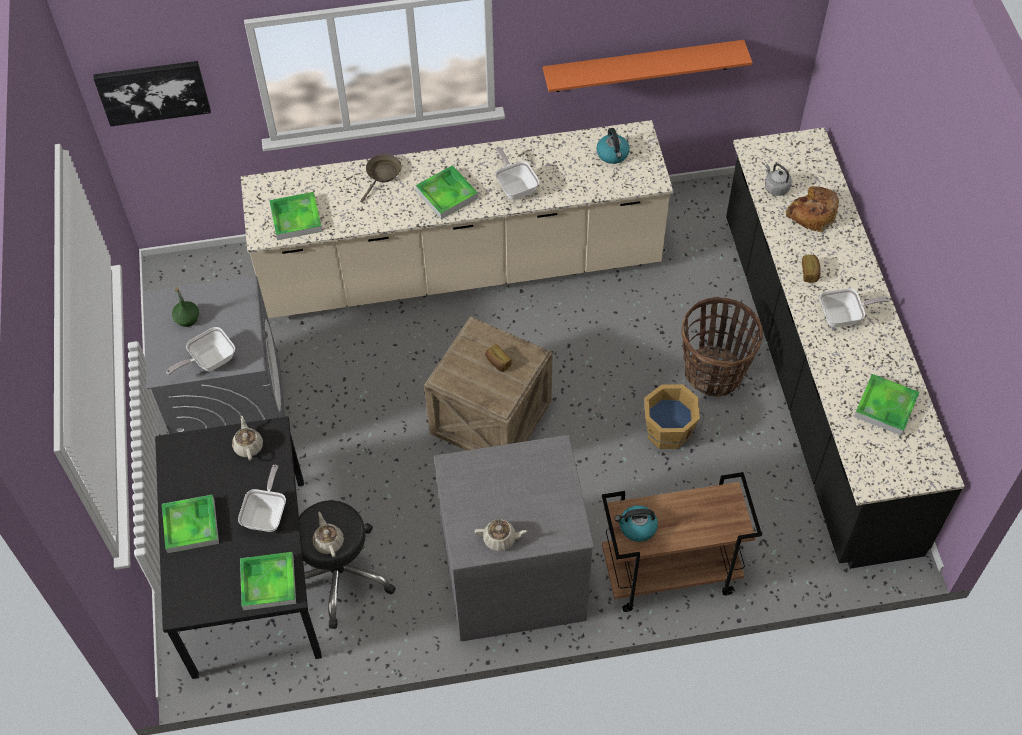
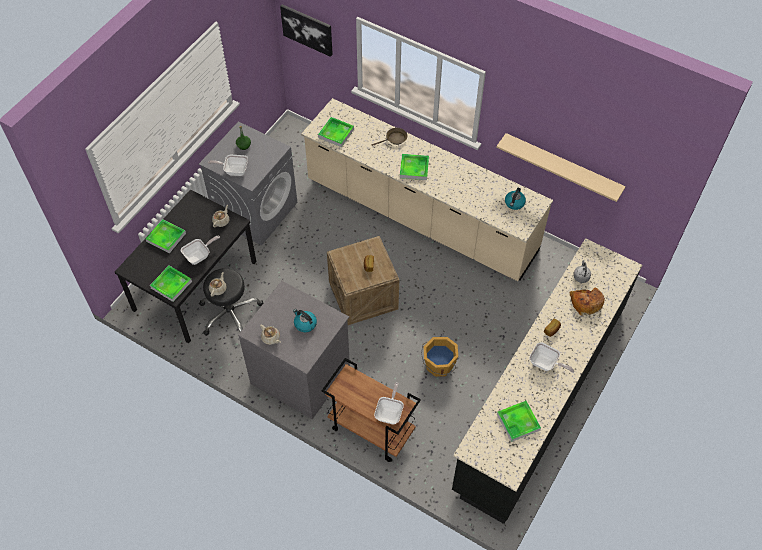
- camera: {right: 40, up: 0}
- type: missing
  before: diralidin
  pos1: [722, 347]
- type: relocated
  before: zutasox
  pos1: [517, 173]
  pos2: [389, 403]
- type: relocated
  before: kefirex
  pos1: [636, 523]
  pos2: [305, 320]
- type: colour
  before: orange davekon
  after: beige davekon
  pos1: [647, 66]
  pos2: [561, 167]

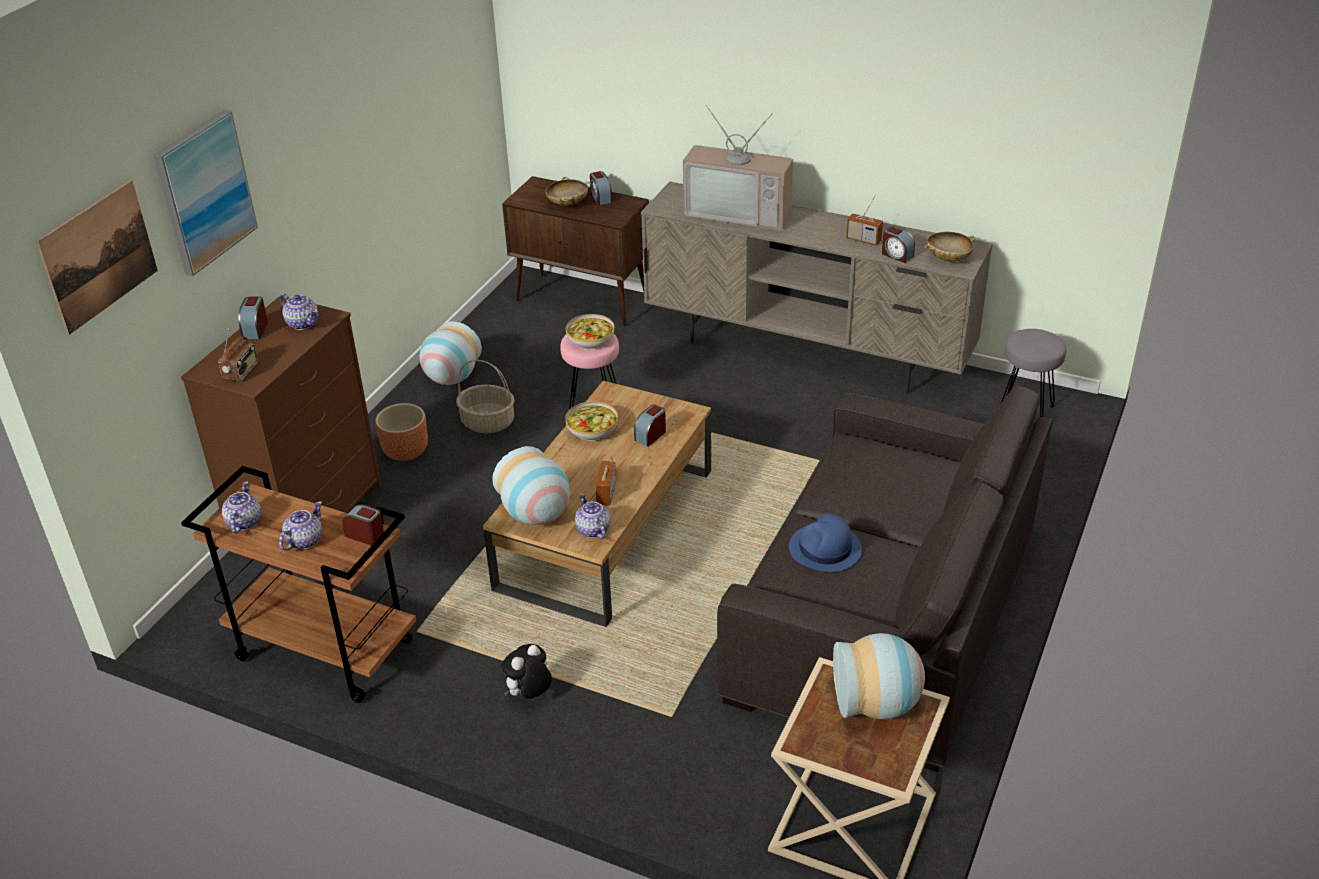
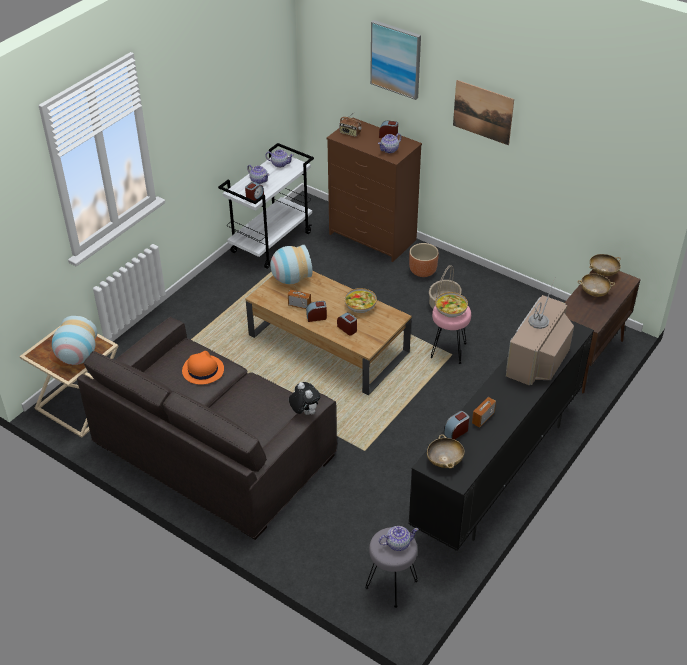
- camera: {right: 100, up: 5}
- type: missing
  before: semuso
  pos1: [450, 353]
- type: appeared
  after: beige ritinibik
  pos2: [605, 265]
- type: relocated
  before: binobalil
  pos1: [97, 257]
  pos2: [483, 112]
- type: relocated
  before: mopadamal
  pos1: [526, 671]
  pos2: [304, 398]
- type: relocated
  before: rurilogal
  pos1: [592, 516]
  pos2: [399, 538]
- type: relocated
  before: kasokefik
  pos1: [601, 188]
  pos2: [316, 311]
- type: colour
  before: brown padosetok
  after: white padosetok
  pos1: [298, 584]
  pos2: [266, 206]
- type: colour
  before: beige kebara
  after: black kebara
  pos1: [817, 287]
  pos2: [501, 435]
- type: colour
  before: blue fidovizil
  after: orange fidovizil
  pos1: [825, 542]
  pos2: [203, 368]

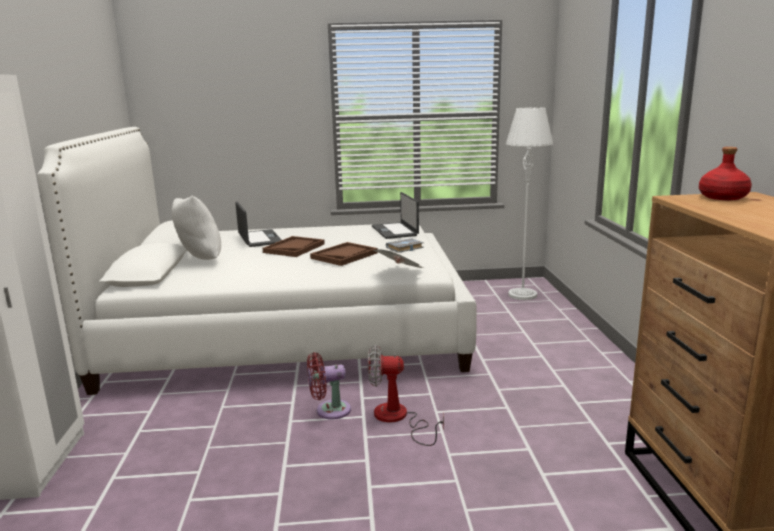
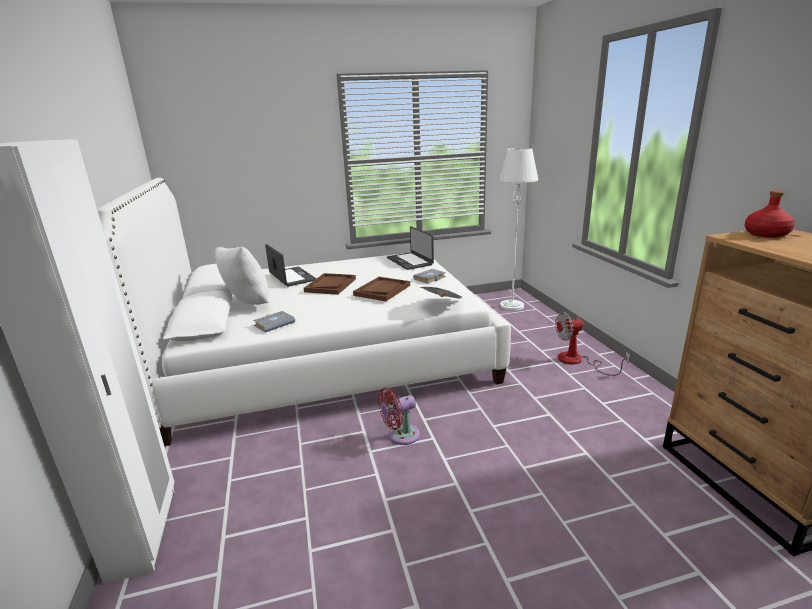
- camera: {right: -10, up: 5}
- type: appeared
  after: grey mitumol
  pos2: [274, 321]
- type: relocated
  before: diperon
  pos1: [406, 395]
  pos2: [592, 344]

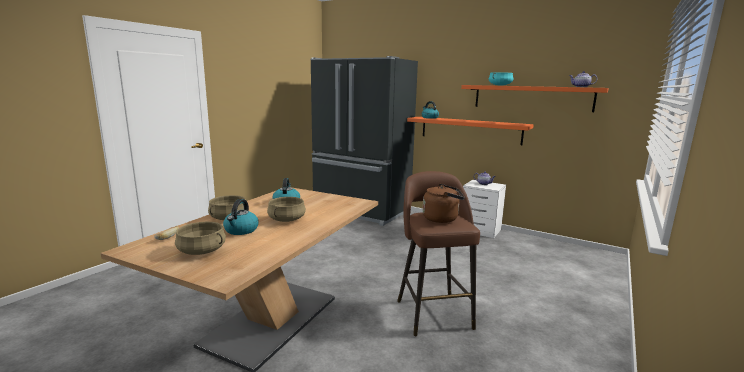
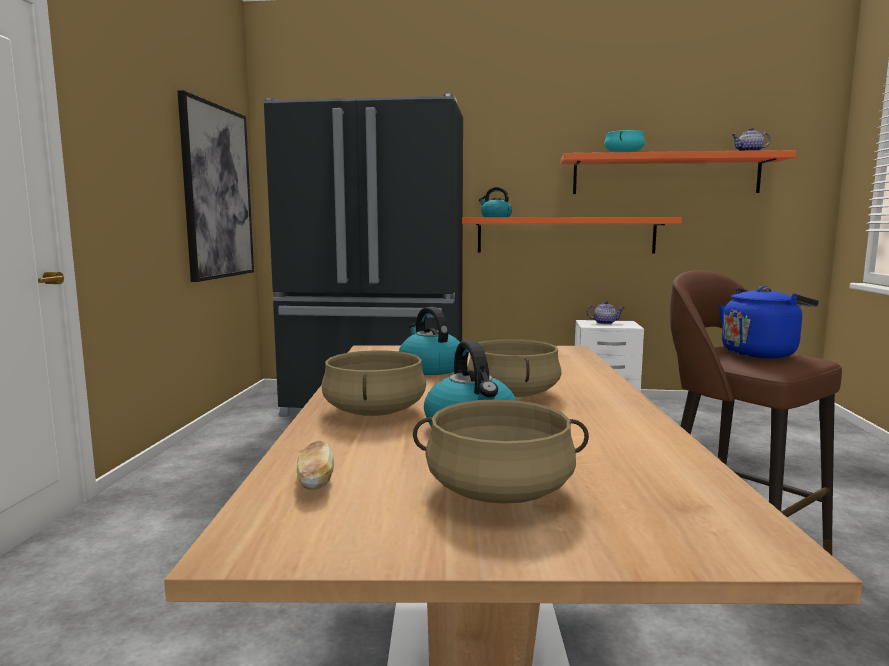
- camera: {right: -25, up: -5}
- type: appeared
  after: binobalil
  pos2: [216, 186]
- type: colour
  before: brown kefirex
  after: blue kefirex
  pos1: [444, 203]
  pos2: [769, 322]

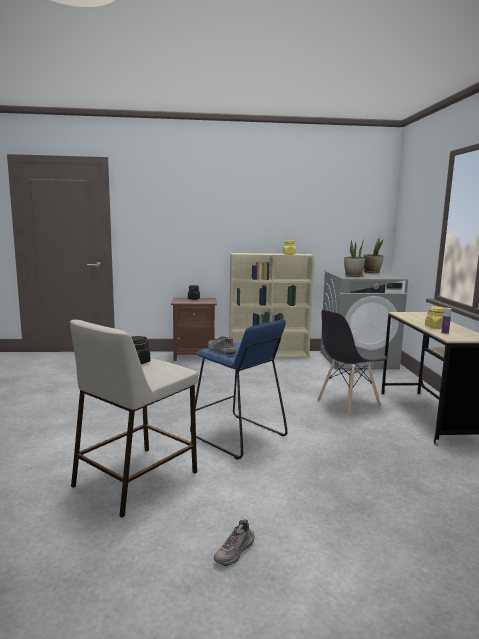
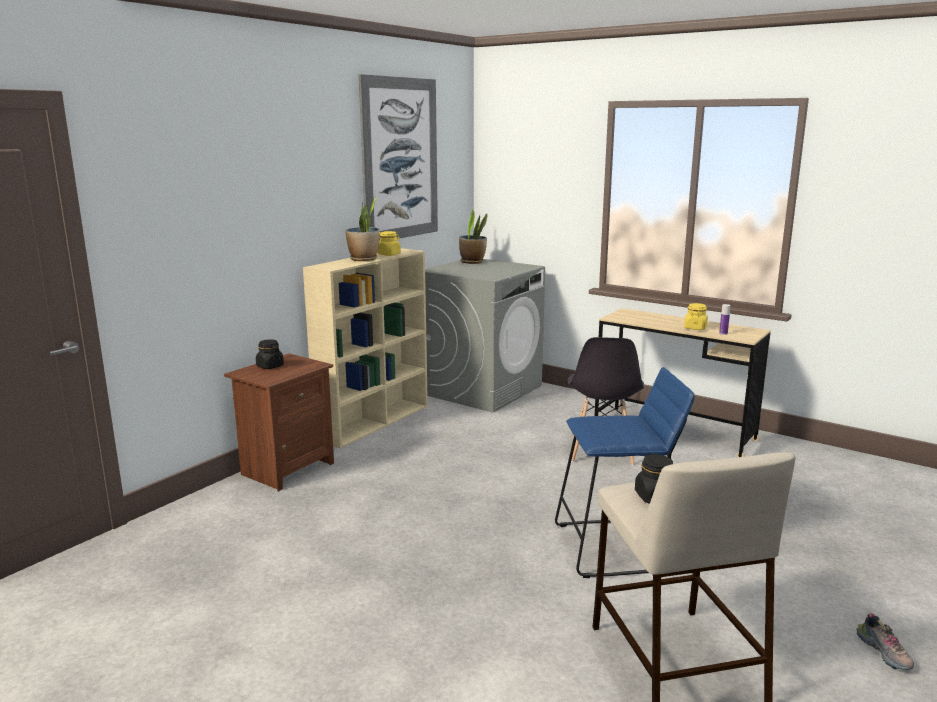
- camera: {right: -50, up: 5}
- type: missing
  before: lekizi
  pos1: [222, 345]
- type: appeared
  after: binobalil
  pos2: [398, 156]
- type: relocated
  before: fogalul
  pos1: [354, 257]
  pos2: [362, 228]

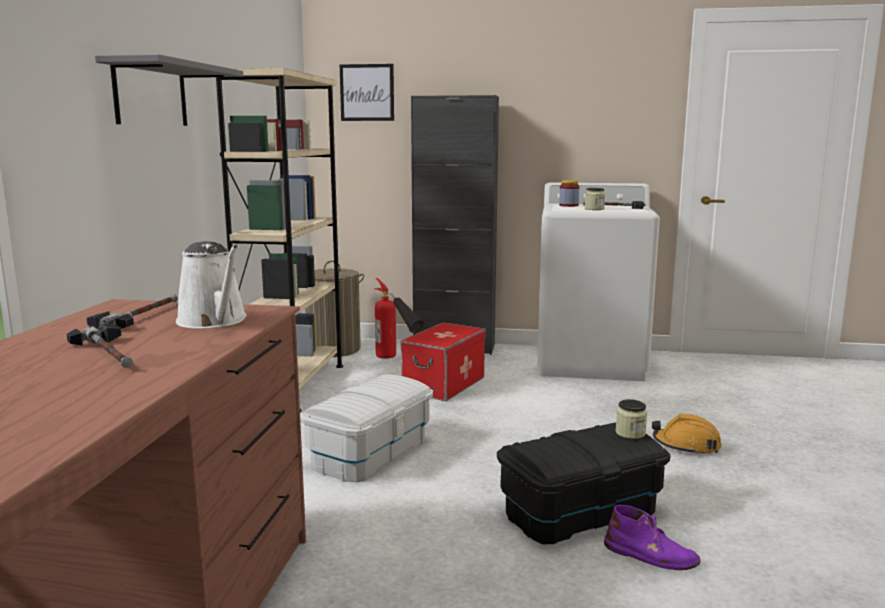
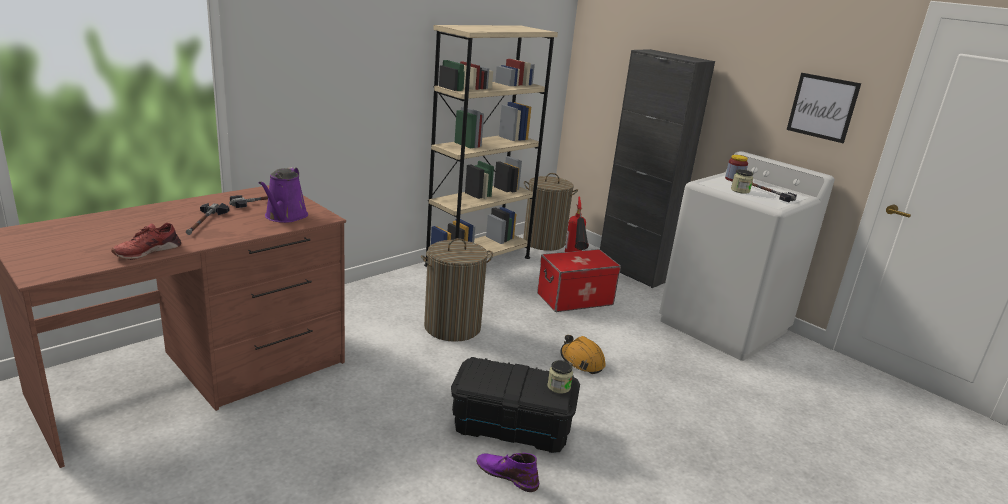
- camera: {right: 35, up: 10}
- type: missing
  before: grey davekon
  pos1: [169, 90]
- type: appeared
  after: red lekizi
  pos2: [146, 241]
- type: relocated
  before: binobalil
  pos1: [367, 92]
  pos2: [824, 108]
- type: relocated
  before: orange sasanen
  pos1: [686, 434]
  pos2: [583, 354]
- type: exchanged
  before: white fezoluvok
  after: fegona
  pos1: [366, 428]
  pos2: [457, 290]
- type: colour
  before: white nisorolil
  after: purple nisorolil
  pos1: [211, 285]
  pos2: [283, 195]
- type: spun
  before: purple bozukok
  pos1: [652, 537]
  pos2: [507, 472]
  turn: 150

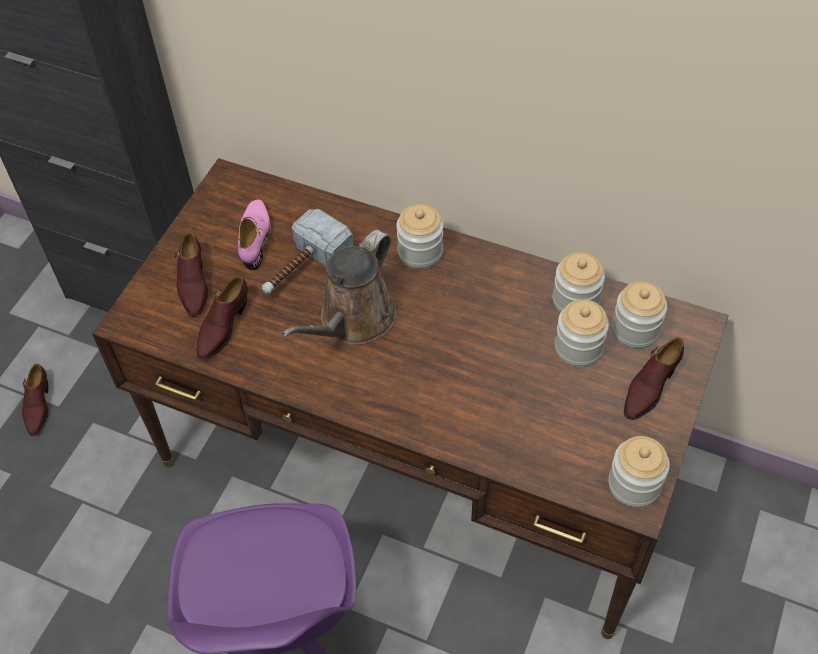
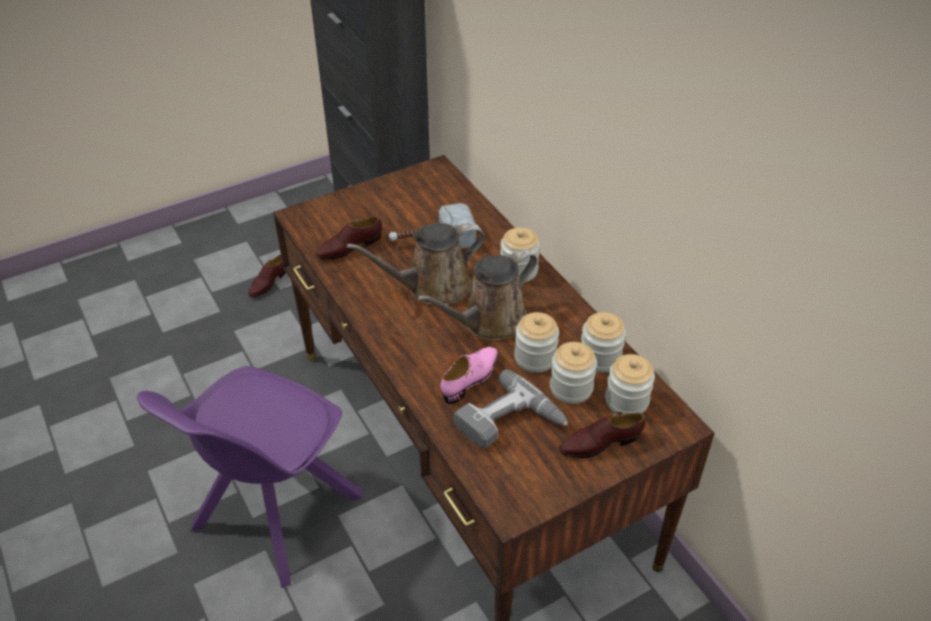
- camera: {right: 35, up: -10}
- type: missing
  before: brown lekizi
  pos1: [191, 274]
- type: appeared
  after: brown nisorolil
  pos2: [477, 294]
- type: appeared
  after: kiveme
  pos2: [511, 408]
- type: relocated
  before: pink lekizi
  pos1: [254, 235]
  pos2: [469, 375]
- type: relocated
  before: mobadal
  pos1: [639, 472]
  pos2: [536, 342]

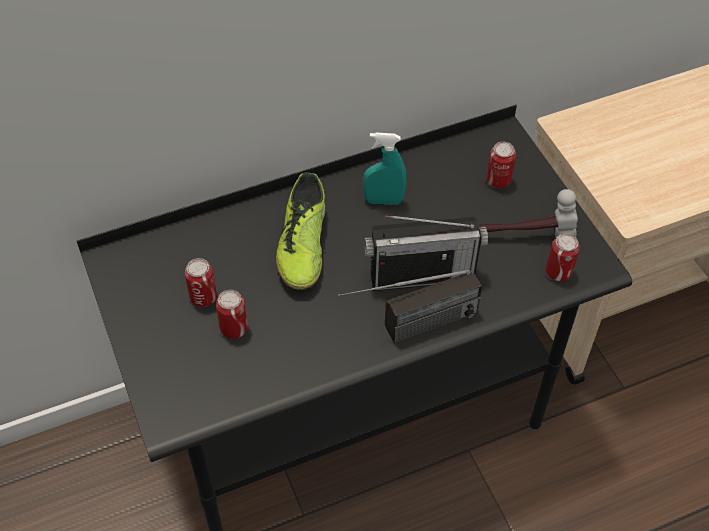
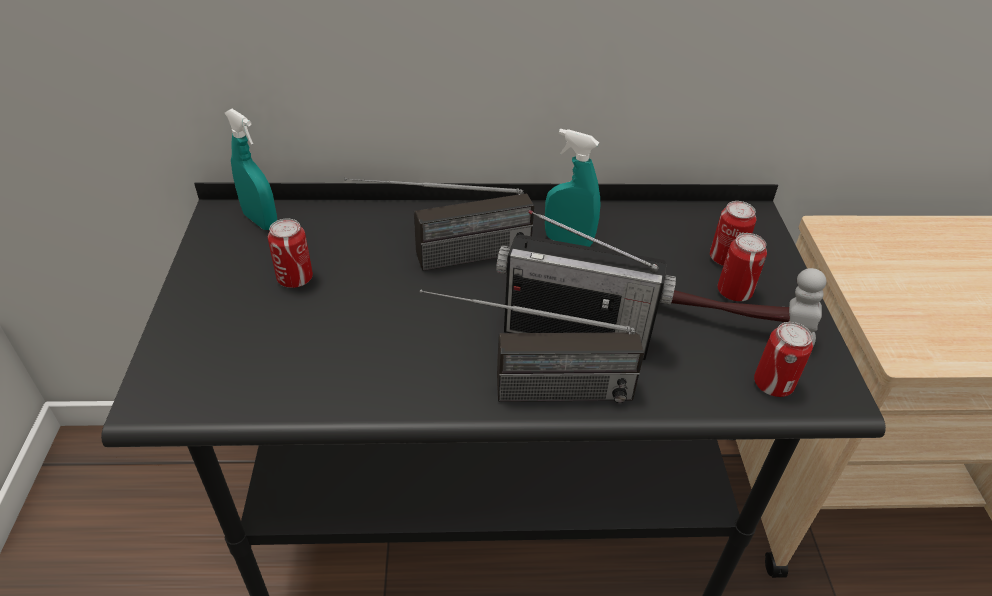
- camera: {right: 20, up: -10}
- type: appeared
  after: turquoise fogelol
  pos2: [251, 169]
- type: relocated
  before: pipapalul
  pos1: [232, 314]
  pos2: [742, 267]
- type: exchanged
  before: lekizi
  after: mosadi
  pos1: [301, 231]
  pos2: [439, 224]

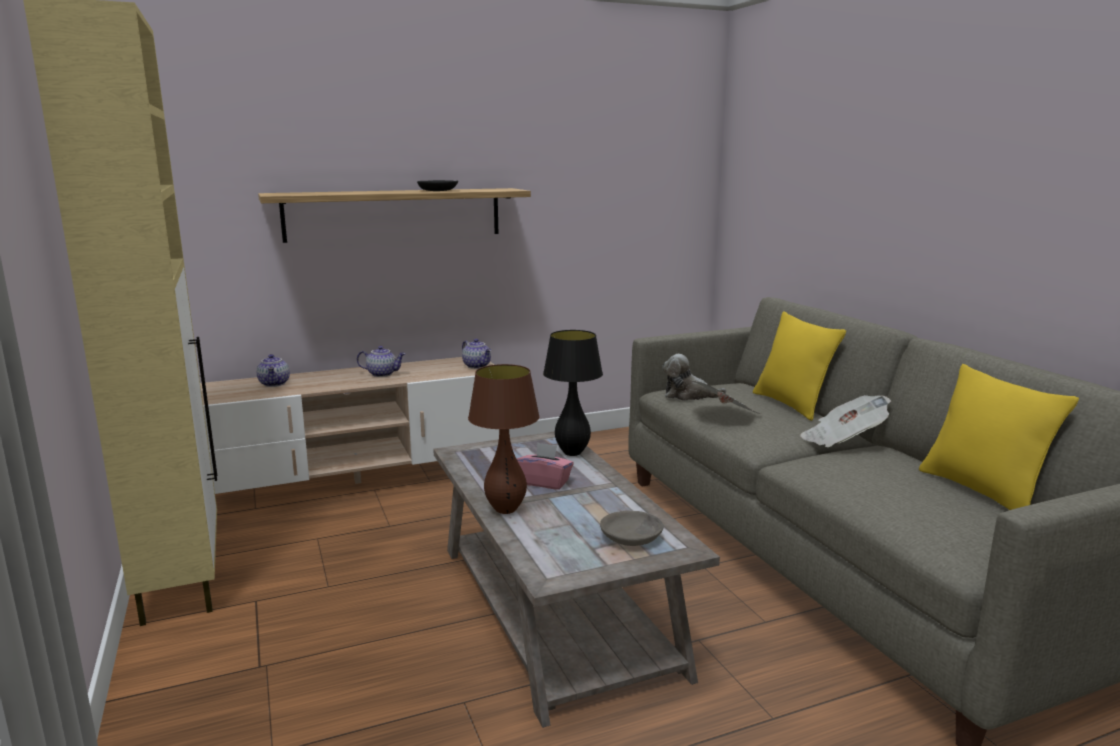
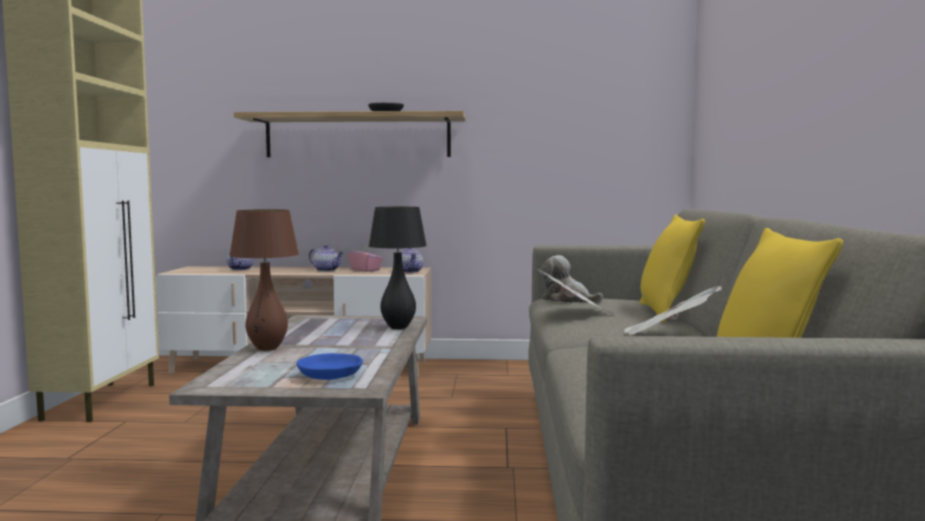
- camera: {right: 25, up: -10}
- type: relocated
  before: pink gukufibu
  pos1: [545, 466]
  pos2: [365, 258]
- type: colour
  before: grey ritinibik
  after: blue ritinibik
  pos1: [632, 528]
  pos2: [330, 366]

